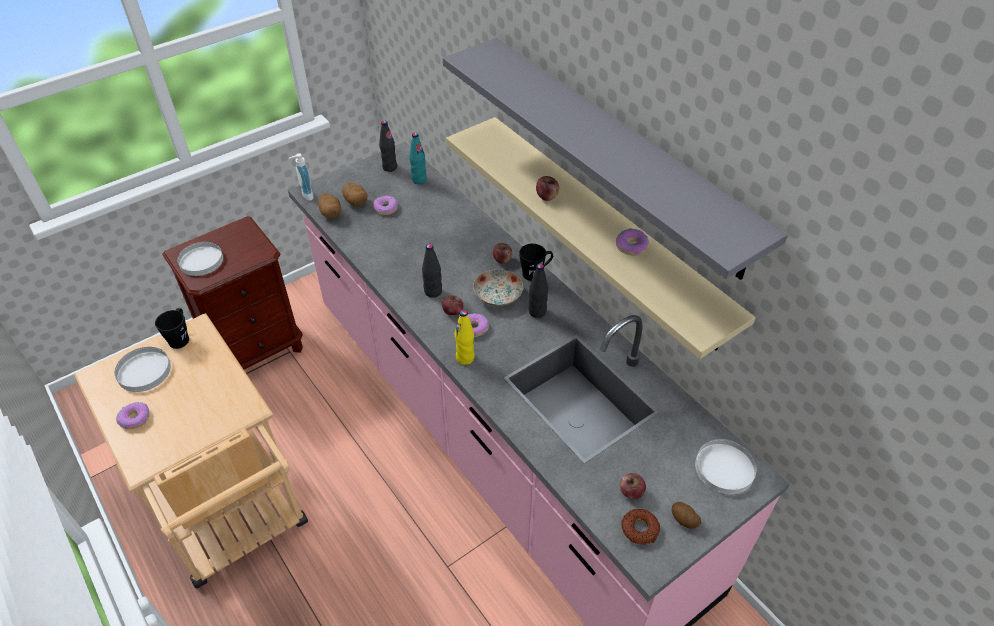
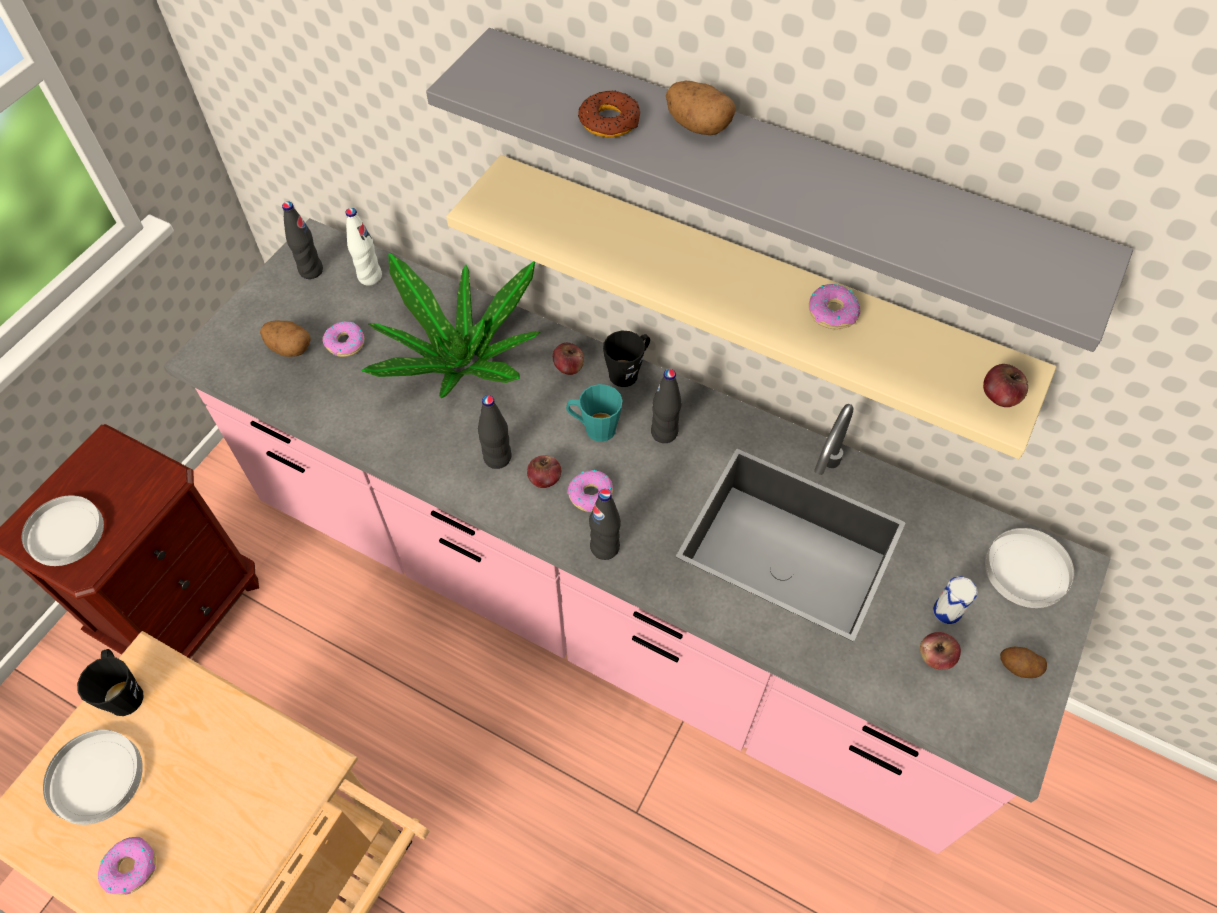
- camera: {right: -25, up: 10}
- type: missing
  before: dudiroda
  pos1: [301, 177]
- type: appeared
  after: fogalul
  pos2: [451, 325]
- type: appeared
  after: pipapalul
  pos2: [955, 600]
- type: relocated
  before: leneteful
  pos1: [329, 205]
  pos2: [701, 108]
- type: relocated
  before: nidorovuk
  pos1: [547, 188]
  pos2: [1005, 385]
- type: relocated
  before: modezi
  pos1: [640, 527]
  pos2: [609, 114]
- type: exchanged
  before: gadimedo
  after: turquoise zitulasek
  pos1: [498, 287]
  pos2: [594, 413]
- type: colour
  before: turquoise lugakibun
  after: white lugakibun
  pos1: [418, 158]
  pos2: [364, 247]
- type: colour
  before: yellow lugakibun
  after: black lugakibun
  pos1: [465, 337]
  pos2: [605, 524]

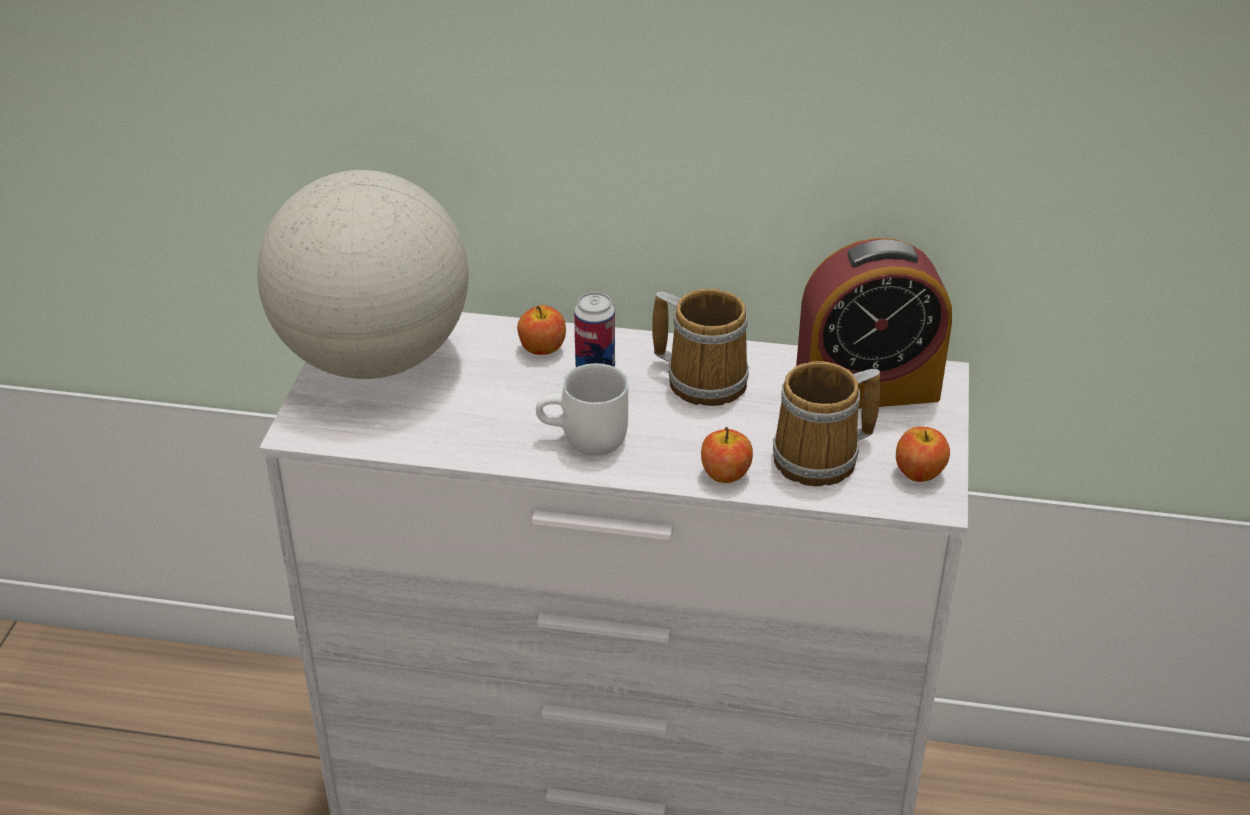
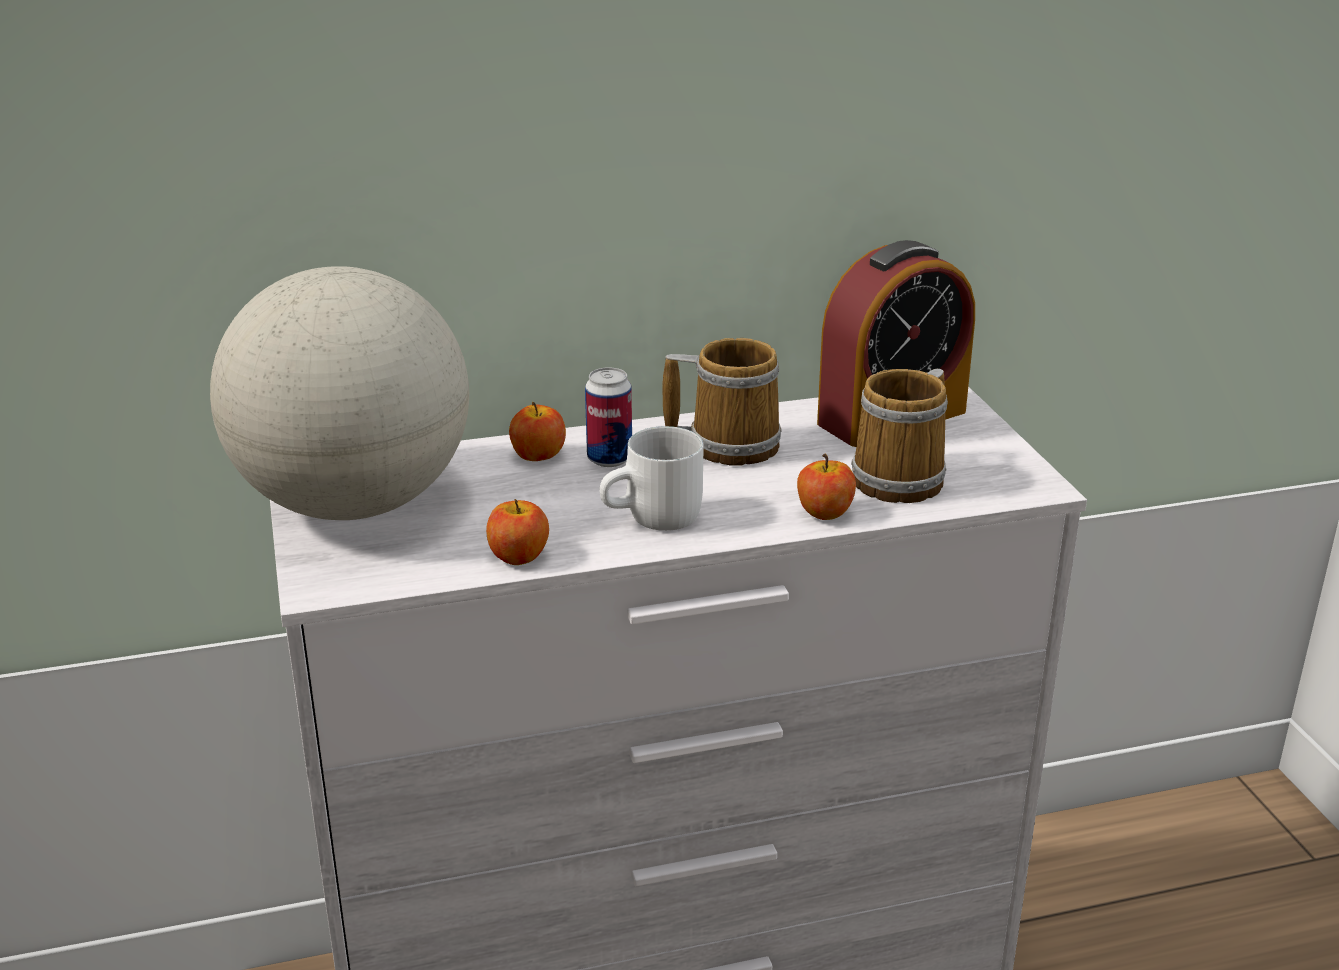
- camera: {right: -25, up: -10}
- type: relocated
  before: nidorovuk
  pos1: [923, 454]
  pos2: [517, 532]

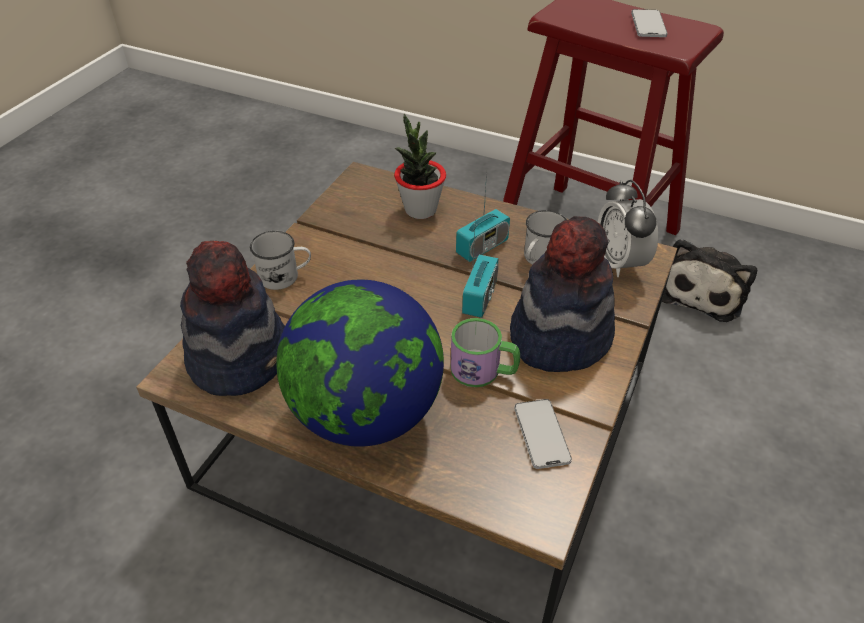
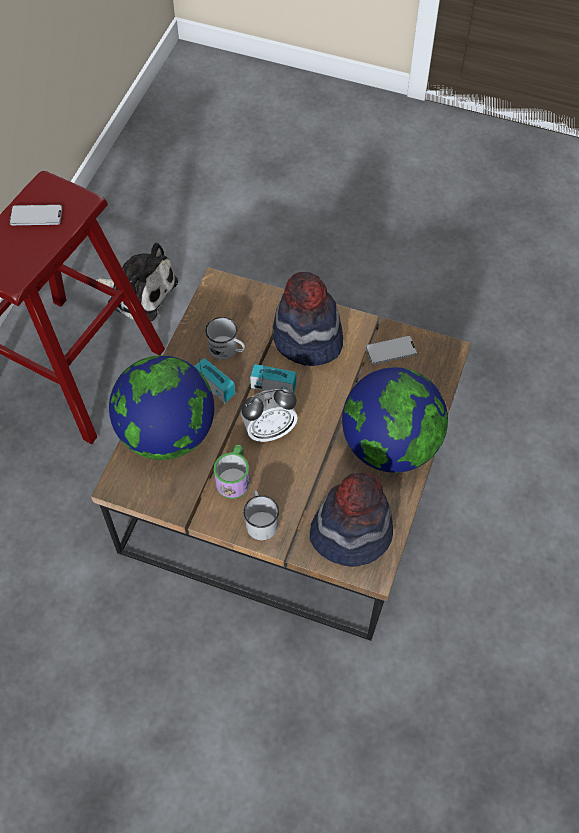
- camera: {right: -95, up: 15}
- type: relocated
  before: zitulasek
  pos1: [485, 352]
  pos2: [232, 472]
- type: relocated
  before: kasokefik
  pos1: [628, 228]
  pos2: [269, 415]
- type: exchanged
  before: fogalul
  after: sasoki
  pos1: [420, 166]
  pos2: [161, 407]

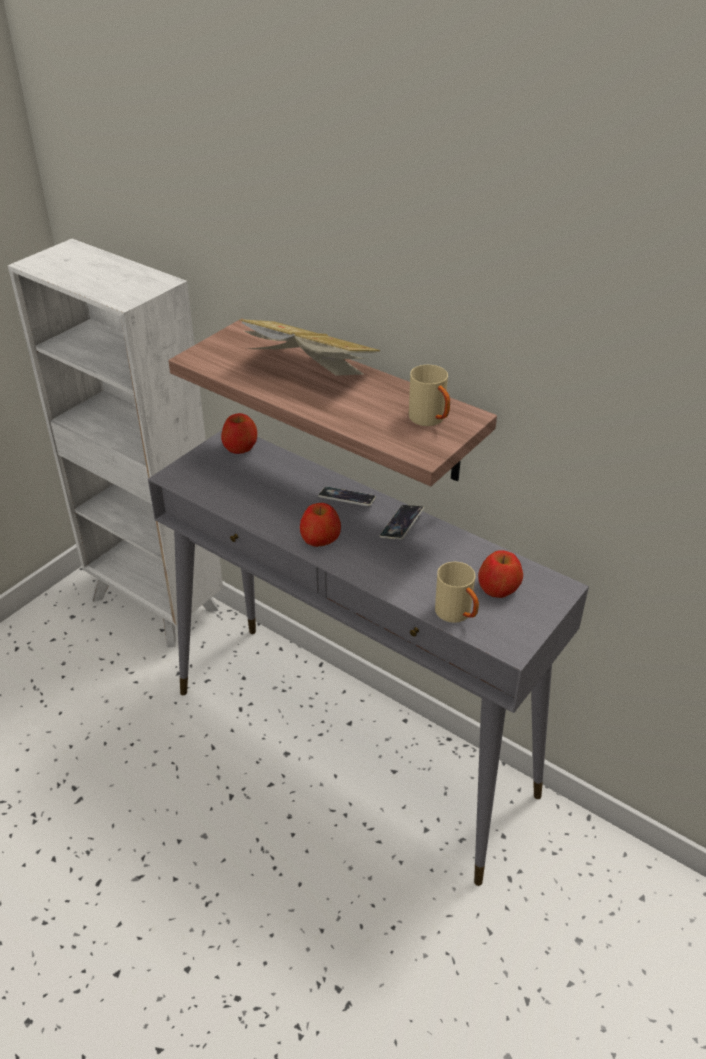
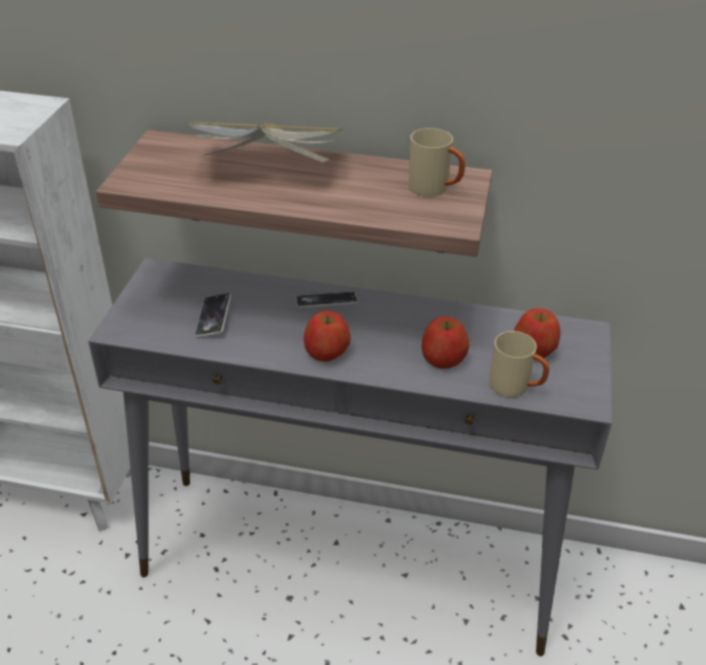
- camera: {right: -25, up: 0}
- type: relocated
  before: nidorovuk
  pos1: [239, 433]
  pos2: [445, 342]
- type: relocated
  before: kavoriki
  pos1: [401, 522]
  pos2: [213, 315]

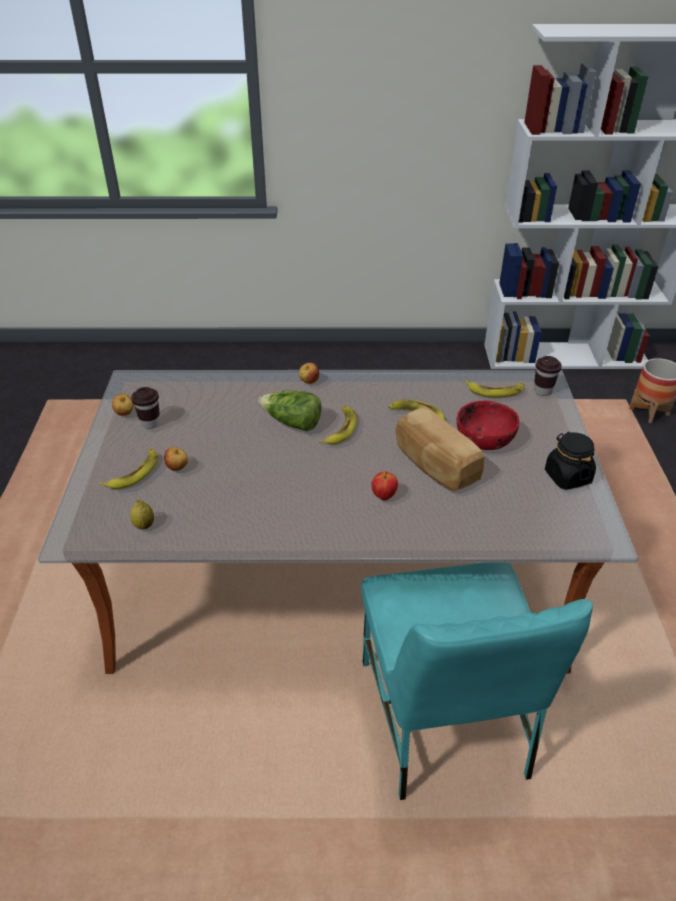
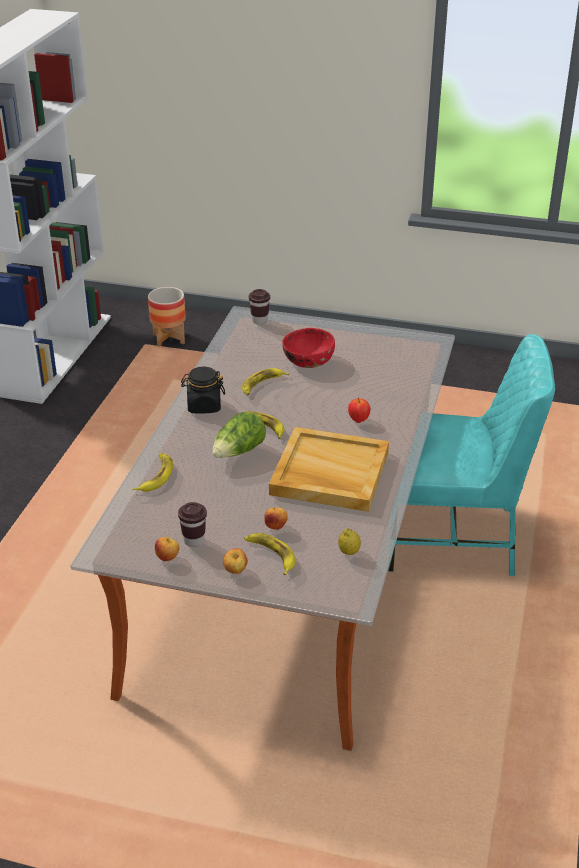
- camera: {right: -75, up: -5}
- type: missing
  before: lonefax
  pos1: [440, 448]
- type: appeared
  after: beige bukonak
  pos2: [329, 469]
- type: relocated
  before: nidorovuk
  pos1: [309, 373]
  pos2: [235, 561]
- type: relocated
  before: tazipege
  pos1: [494, 389]
  pos2: [153, 472]
- type: relocated
  before: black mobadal
  pos1: [570, 460]
  pos2: [203, 390]

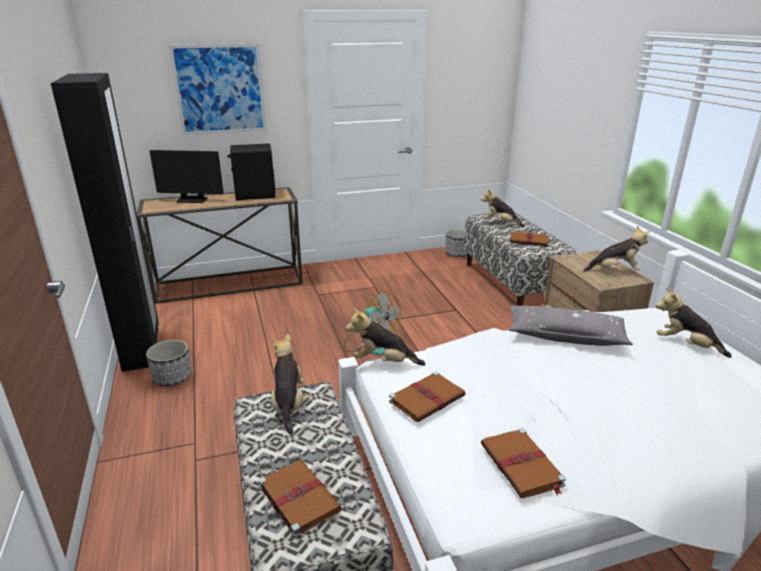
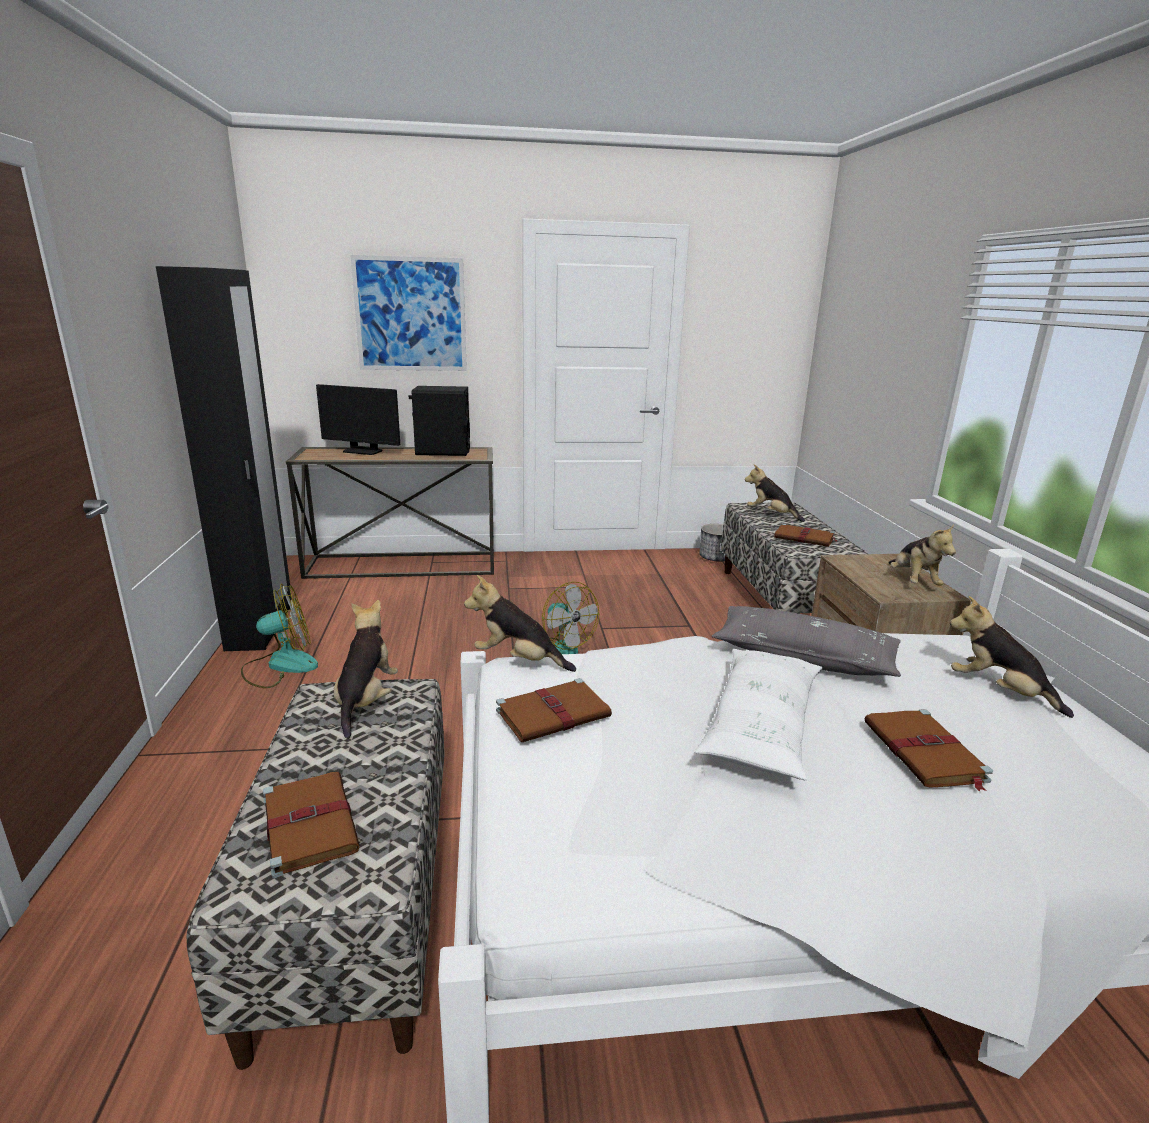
- camera: {right: 10, up: -5}
- type: appeared
  after: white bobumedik
  pos2: [758, 714]
- type: relocated
  before: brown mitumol
  pos1: [523, 463]
  pos2: [928, 750]
- type: exchanged
  before: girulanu
  after: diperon
  pos1: [169, 363]
  pos2: [279, 636]
- type: spun
  before: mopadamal
  pos1: [616, 249]
  pos2: [922, 555]
  turn: 75

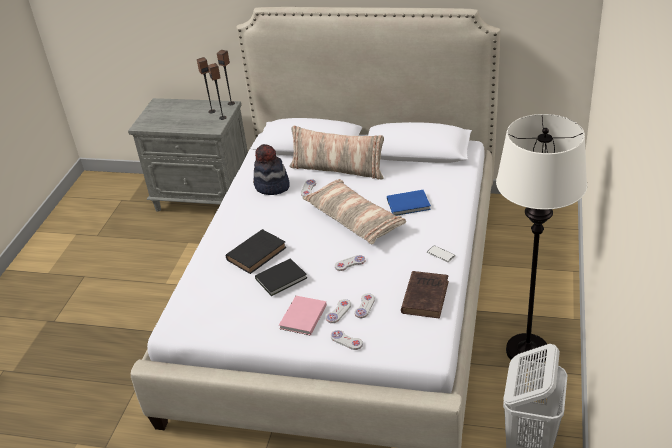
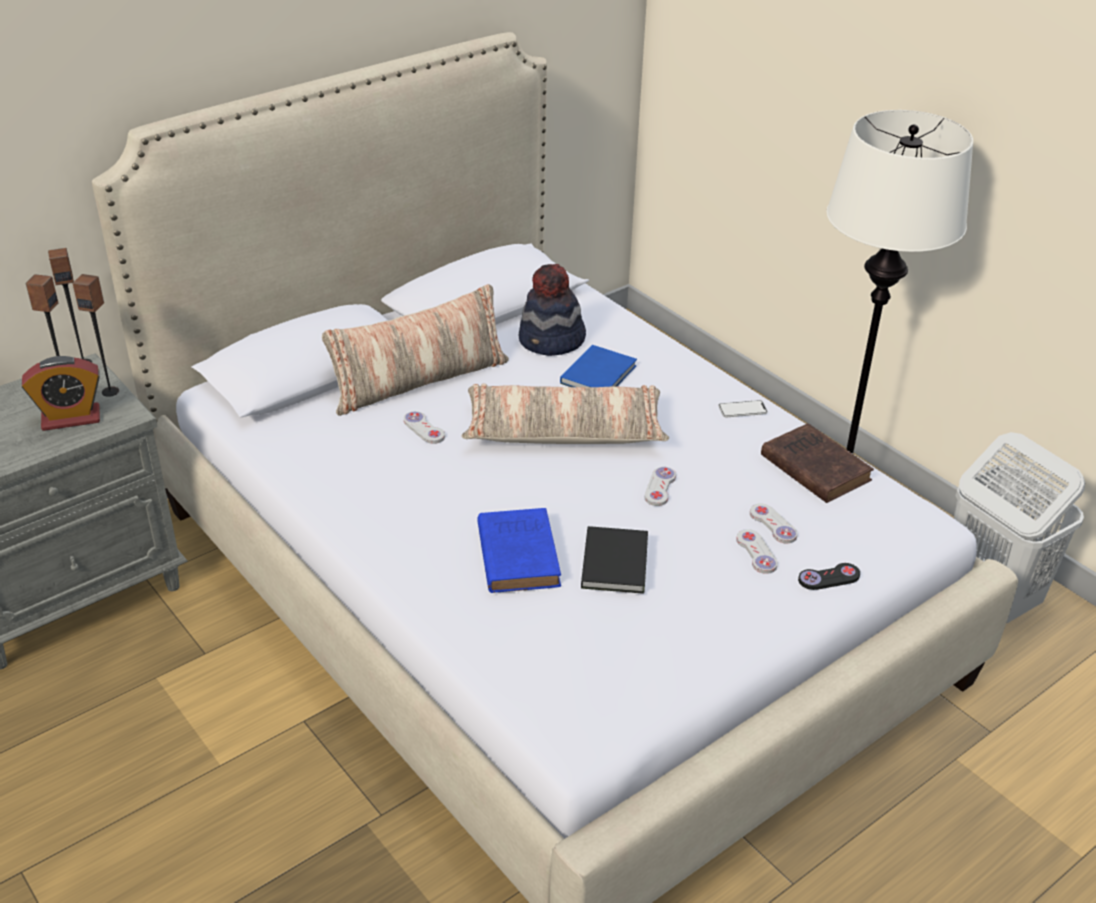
- camera: {right: -55, up: 0}
- type: missing
  before: pink mitumol
  pos1: [303, 316]
- type: appeared
  after: kasokefik
  pos2: [61, 393]
- type: relocated
  before: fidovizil
  pos1: [271, 169]
  pos2: [552, 310]
- type: colour
  before: black mitumol
  after: blue mitumol
  pos1: [256, 251]
  pos2: [519, 550]
- type: colour
  before: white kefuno
  after: black kefuno
  pos1: [347, 340]
  pos2: [829, 576]

